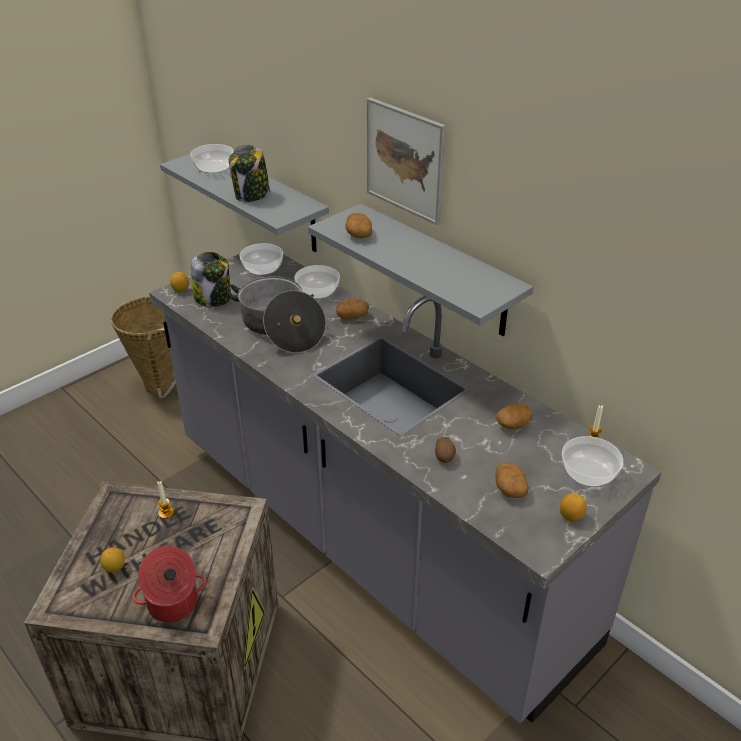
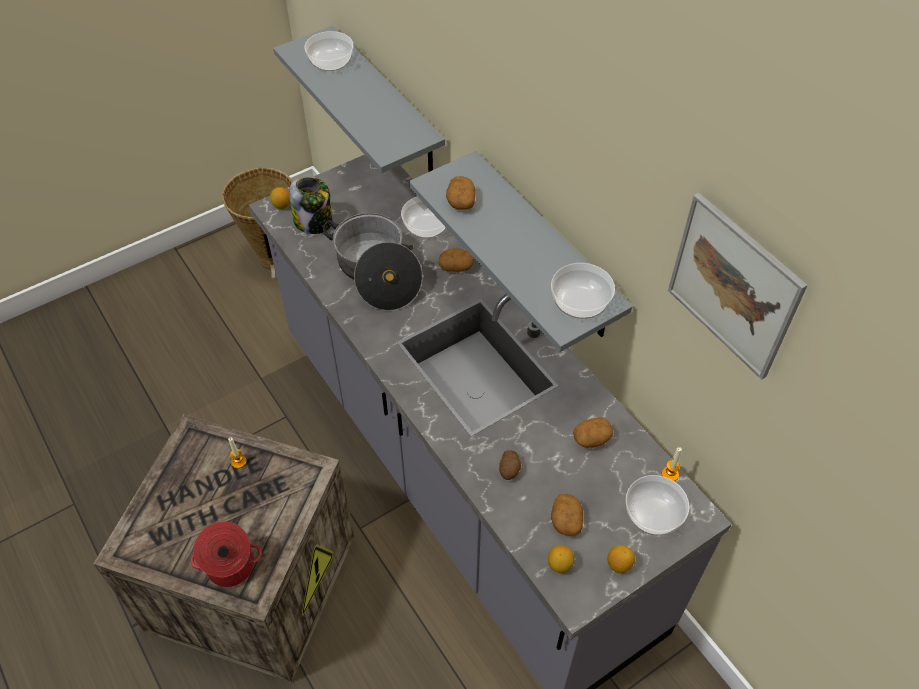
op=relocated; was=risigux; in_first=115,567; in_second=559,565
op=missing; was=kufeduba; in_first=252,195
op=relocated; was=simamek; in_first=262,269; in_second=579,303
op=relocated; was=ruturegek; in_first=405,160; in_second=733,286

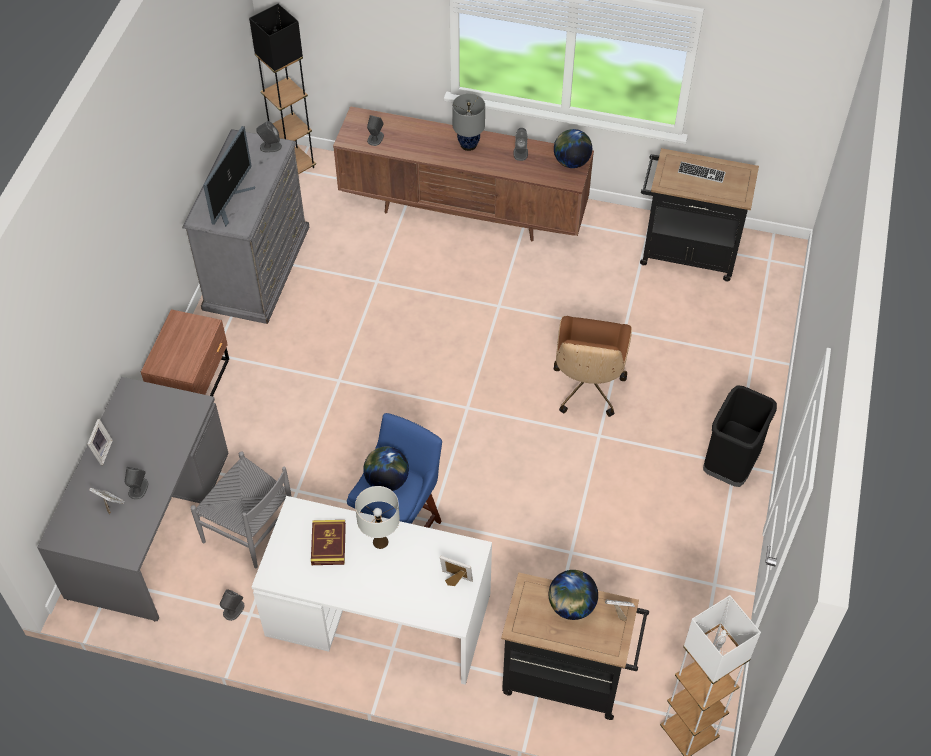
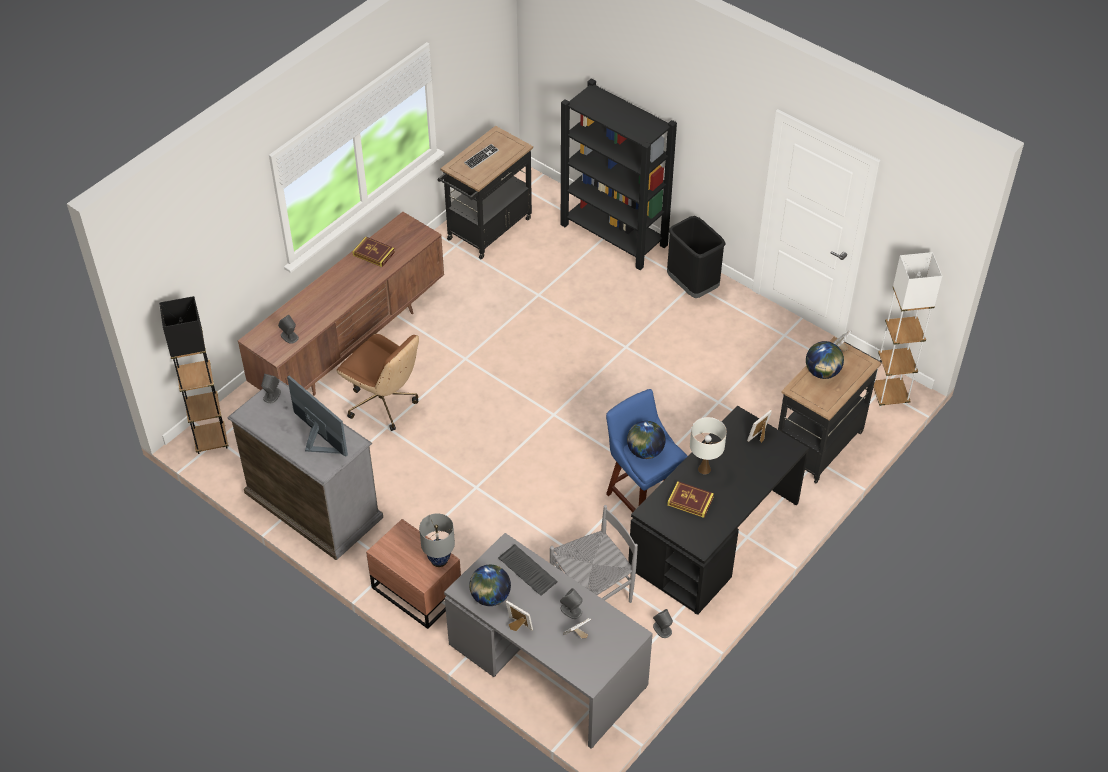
op=colour; was=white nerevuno; now=black nerevuno; in_first=378,616; in_second=714,536
op=relocated; was=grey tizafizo; in_first=468,145; in_second=439,560
op=exchanged; was=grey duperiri; now=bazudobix; in_first=520,153; in_second=374,253
op=relocated; was=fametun; in_first=571,162; in_second=490,596
op=relocated; was=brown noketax; in_first=587,390; in_second=384,406
op=appeared; now=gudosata; in_second=526,571
op=appeared; now=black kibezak; in_second=614,235

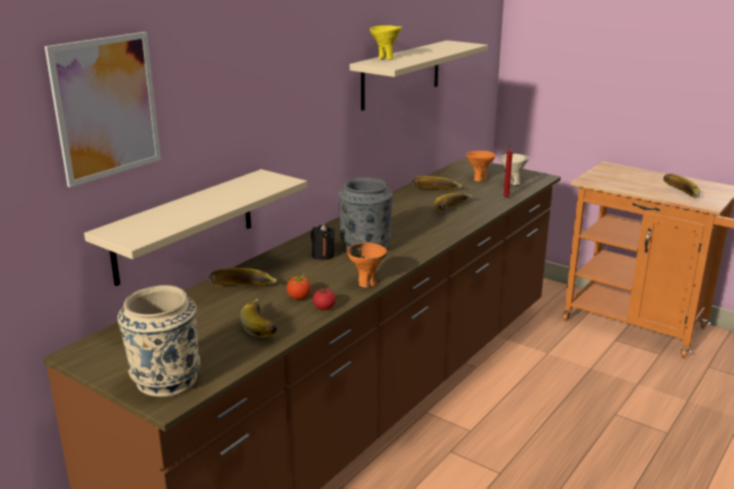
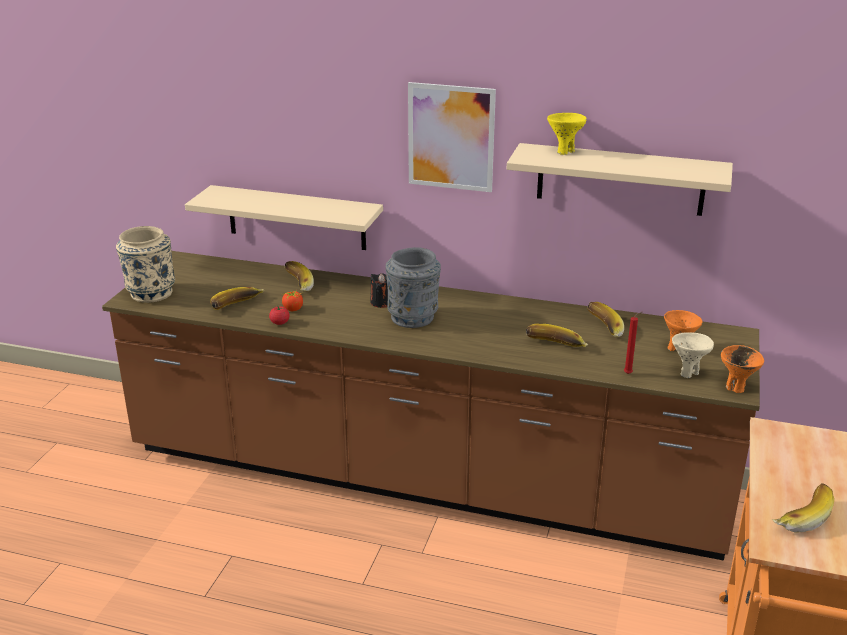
op=relocated; was=ruturegek; in_first=106,107; in_second=451,137
op=relocated; was=orange simamek; in_first=366,283; in_second=736,387

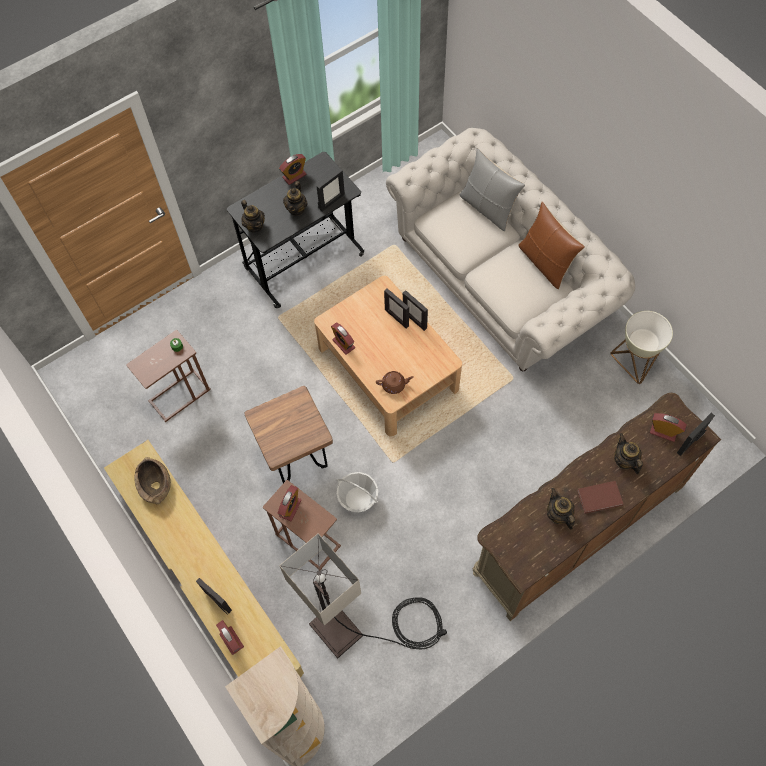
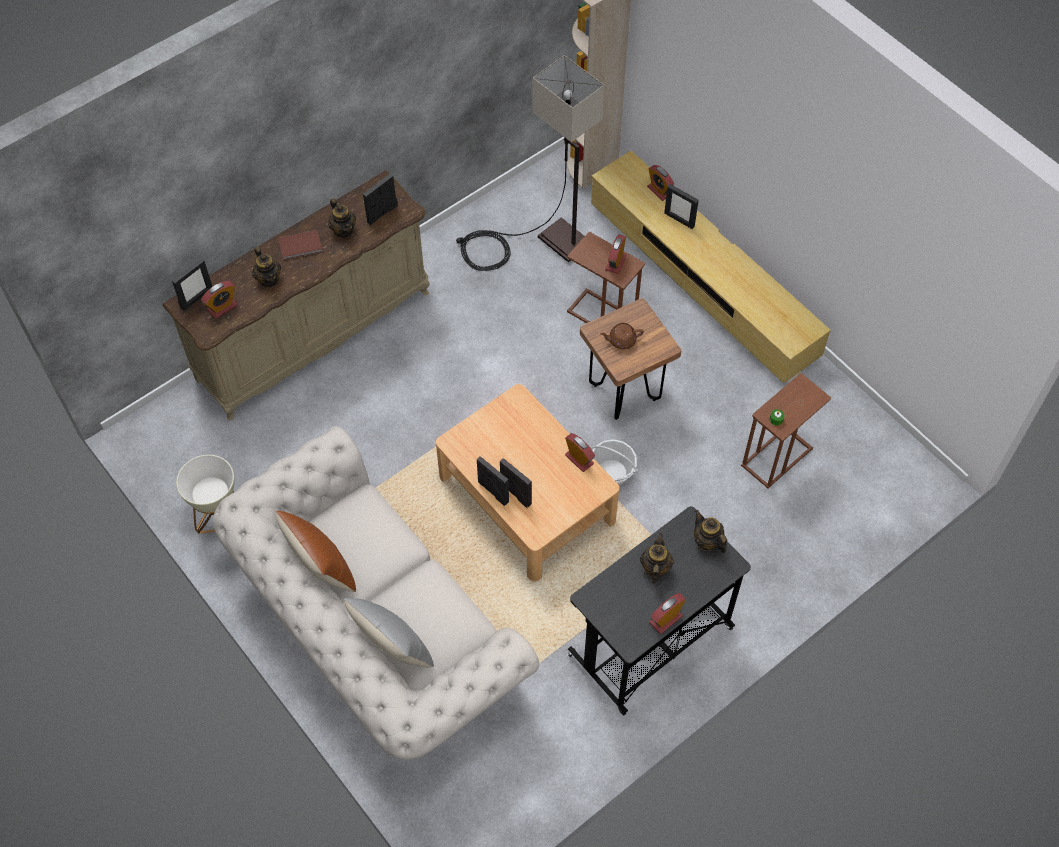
op=missing; was=brown simamek; in_first=155,485
op=relocated; was=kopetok; in_first=331,201; in_second=382,214
op=relocated; was=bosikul; in_first=358,499; in_second=612,473
op=relocated; was=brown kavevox; in_first=394,385; in_second=621,340
op=spun; was=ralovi; in_first=663,431; in_second=222,307; clockwise=-60

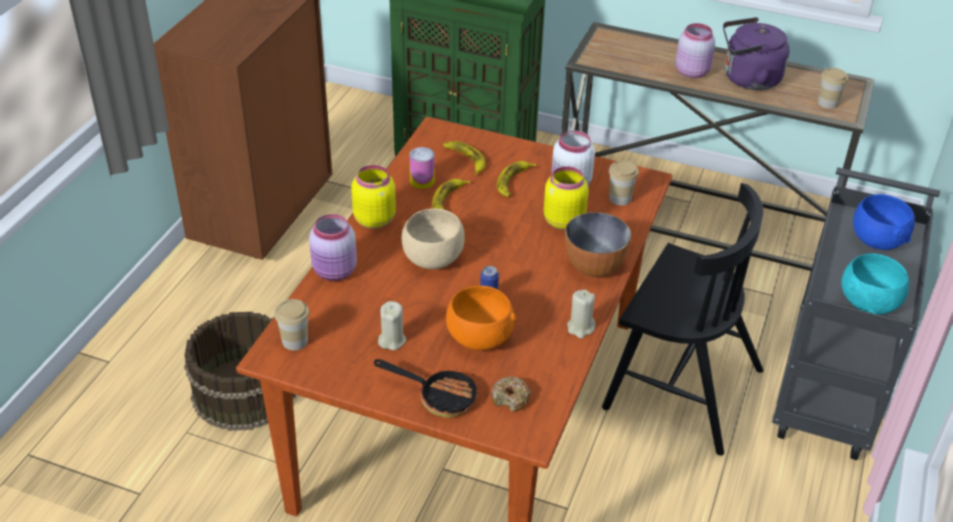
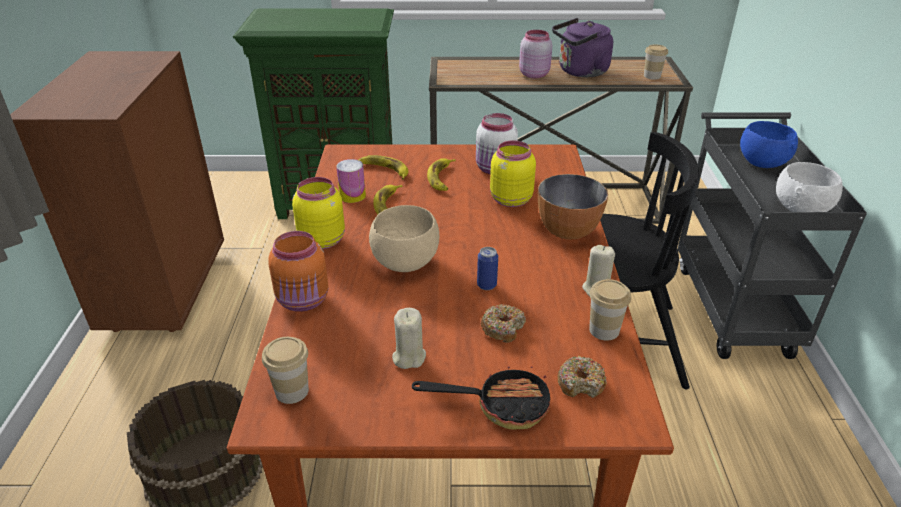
op=colour; was=pink kufeduba; now=orange kufeduba; in_first=335,272; in_second=304,301
op=exchanged; was=orange simamek; now=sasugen; in_first=478,338; in_second=502,328
op=relocated; was=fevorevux; in_first=620,198; in_second=604,330
op=colour; was=turquoise simamek; now=white simamek; in_first=869,303; in_second=801,209

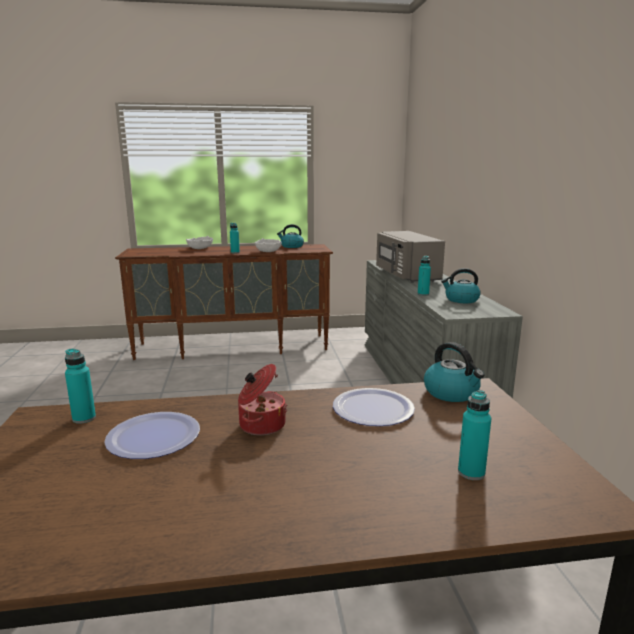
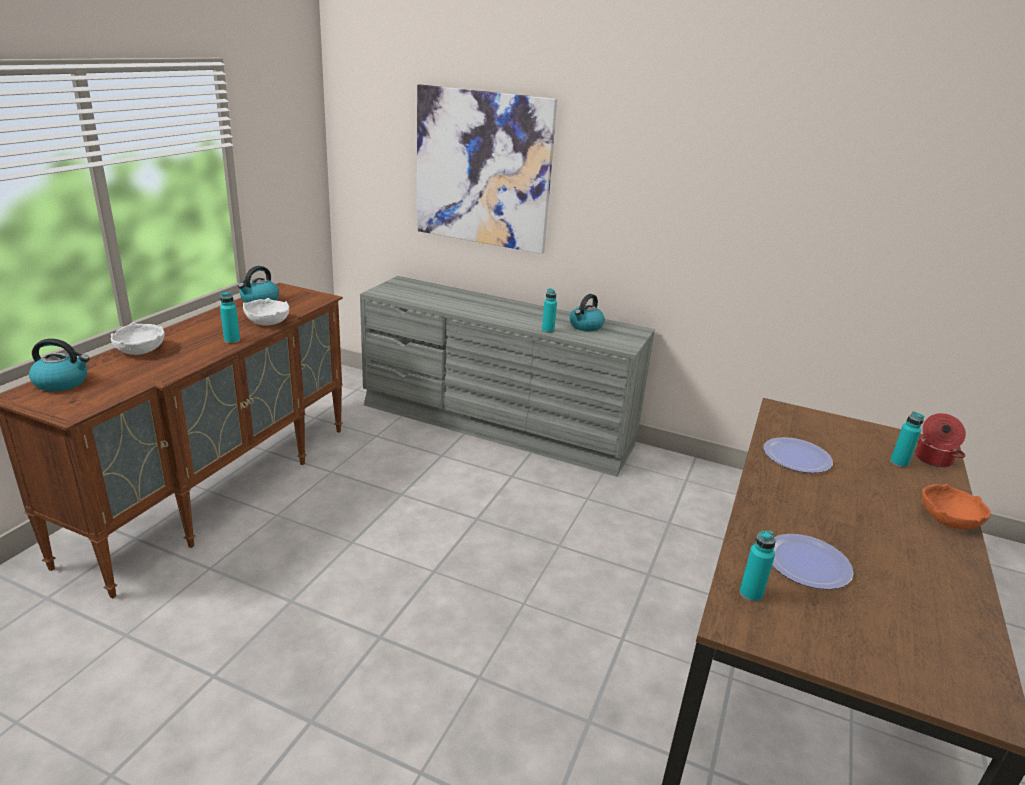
op=relocated; was=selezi; in_first=261,425; in_second=932,459
op=missing; was=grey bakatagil; in_first=406,275
op=relocated; was=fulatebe; in_first=452,393; in_second=62,382
op=appeared; now=ruturegek; in_second=483,169
op=appeared; now=orange simamek; in_second=949,520

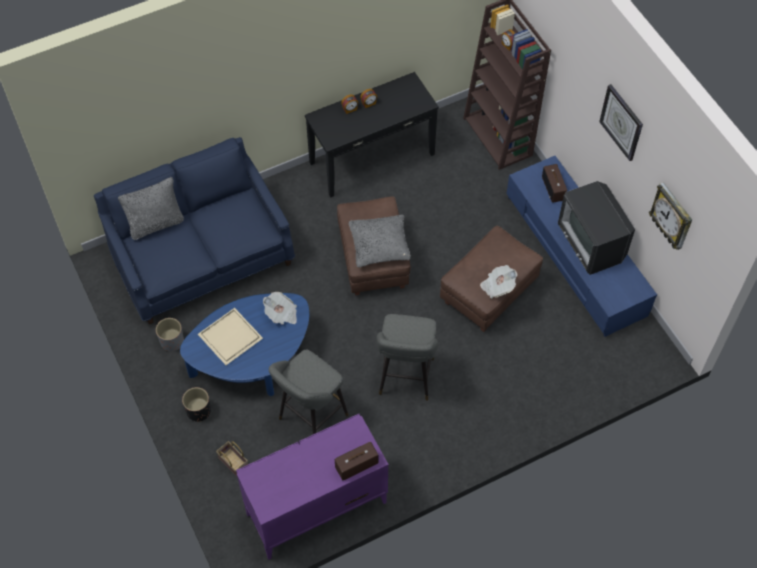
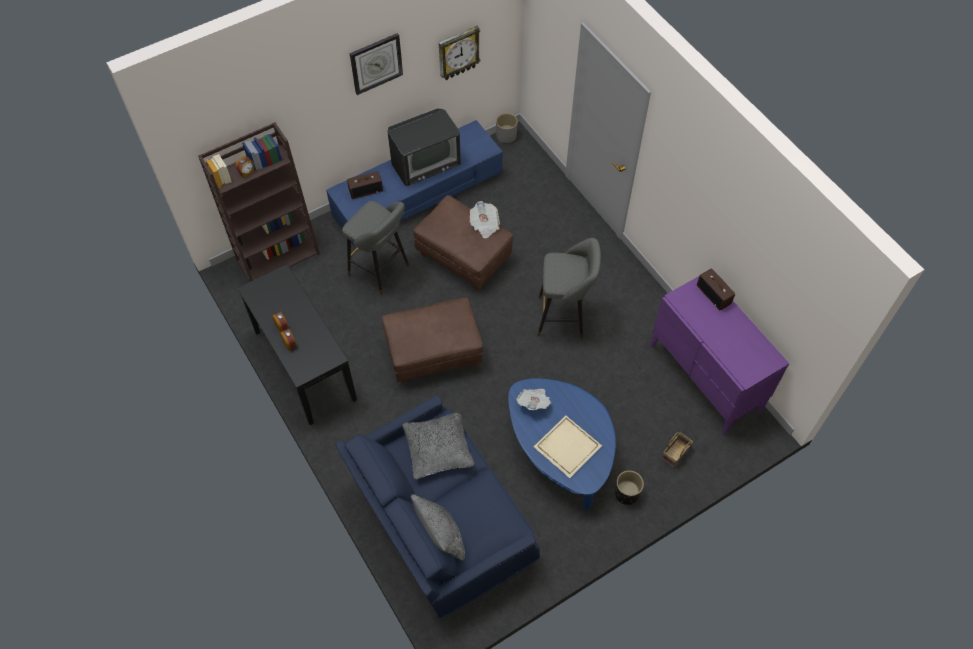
op=relocated; was=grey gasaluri; in_first=172,341; in_second=506,136
op=relocated; was=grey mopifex; in_first=310,419; in_second=381,271
op=relocated; was=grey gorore; in_first=380,245; in_second=438,448

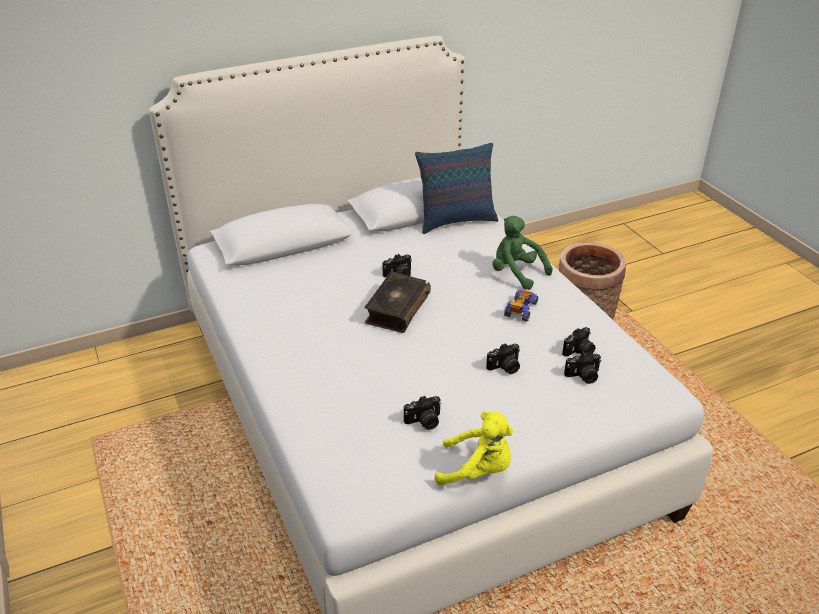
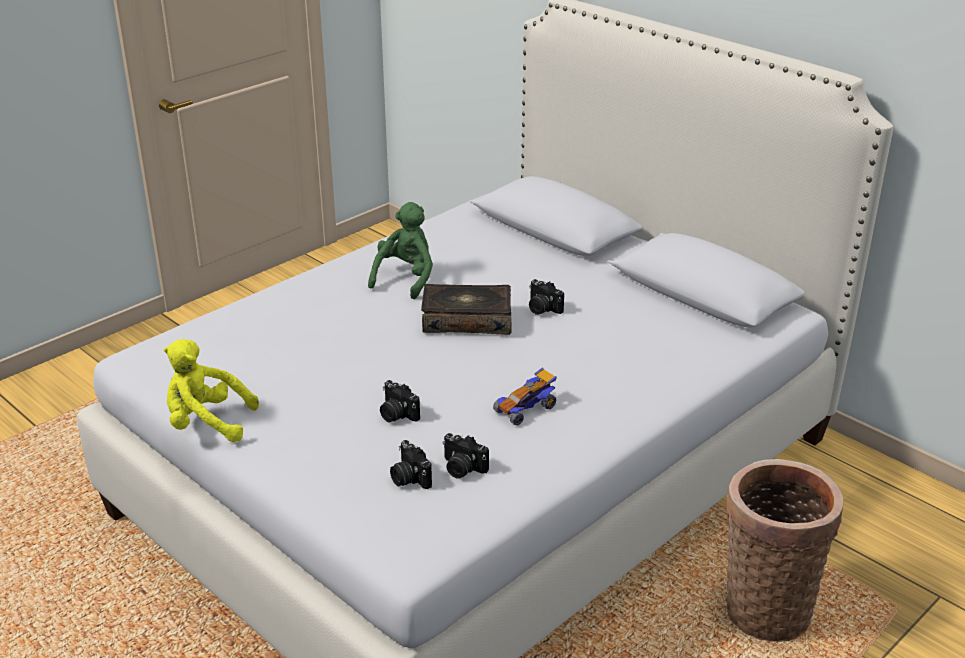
op=missing; was=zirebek; in_first=424,422
op=missing; was=blue gorore; in_first=456,221
op=spun; was=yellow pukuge; in_first=477,470; in_second=207,423; clockwise=105
op=relocated; was=green pukuge; in_first=516,273; in_second=405,278
op=spun; was=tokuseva; in_first=521,311; in_second=525,408; clockwise=135

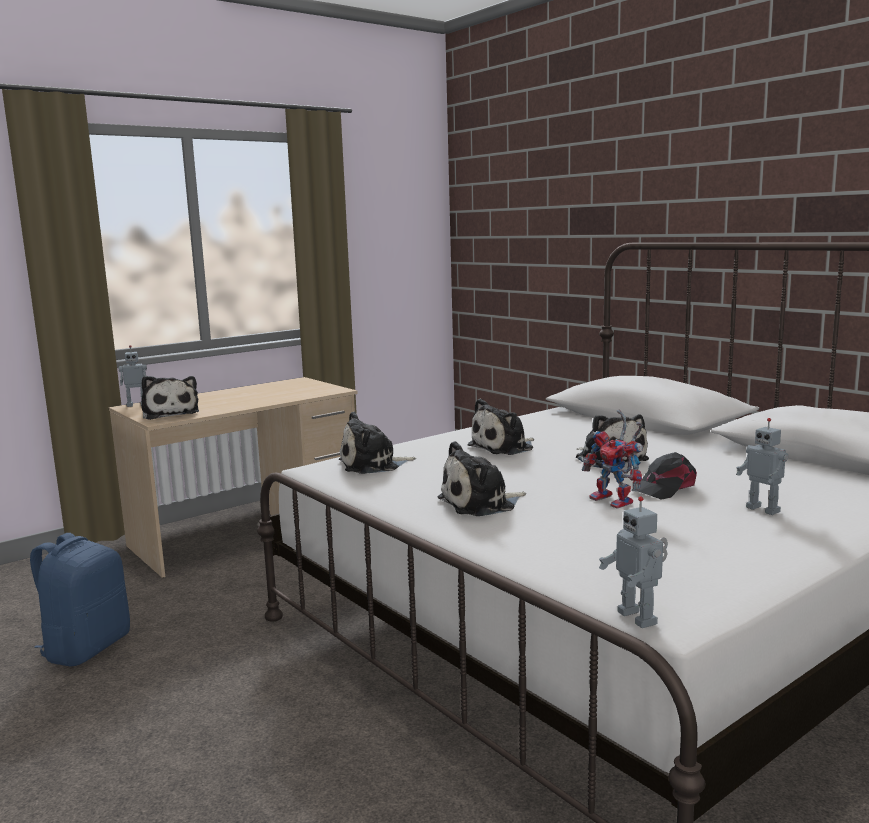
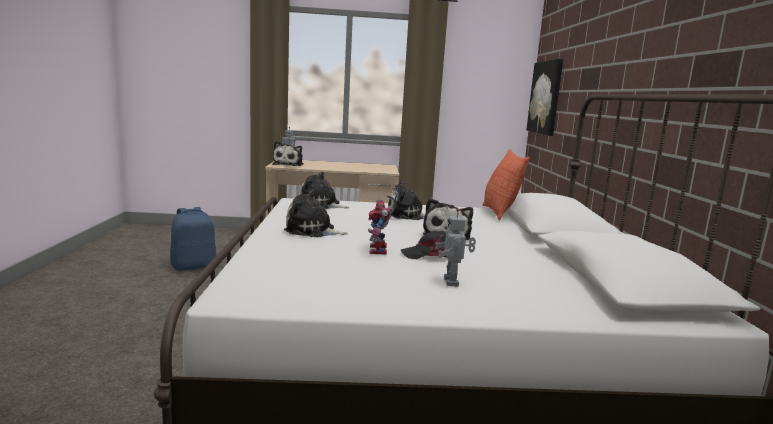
op=missing; was=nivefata; in_first=639,617
op=appeared; now=orange gorore; in_second=500,213
op=appeared; now=ruturegek; in_second=546,97

